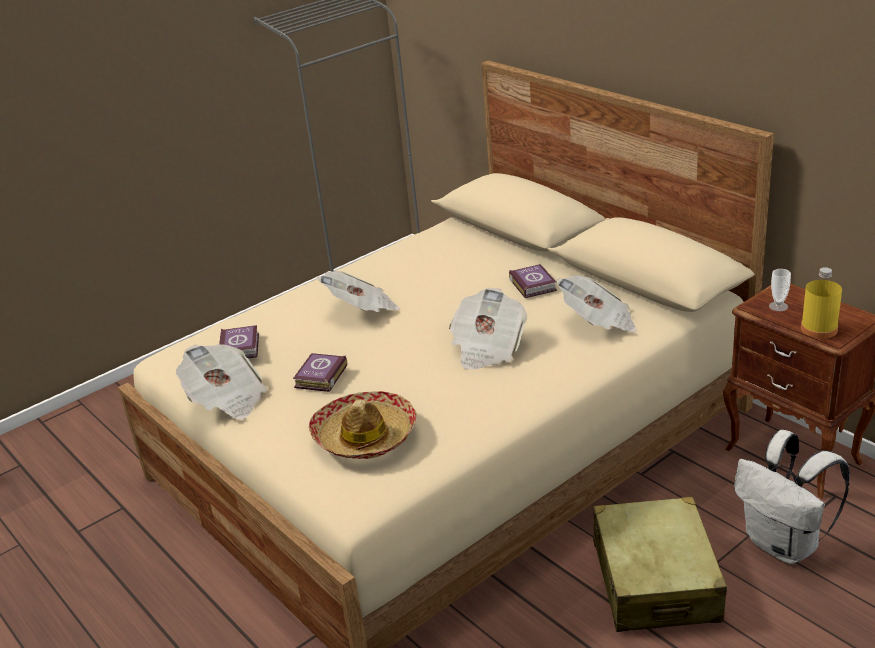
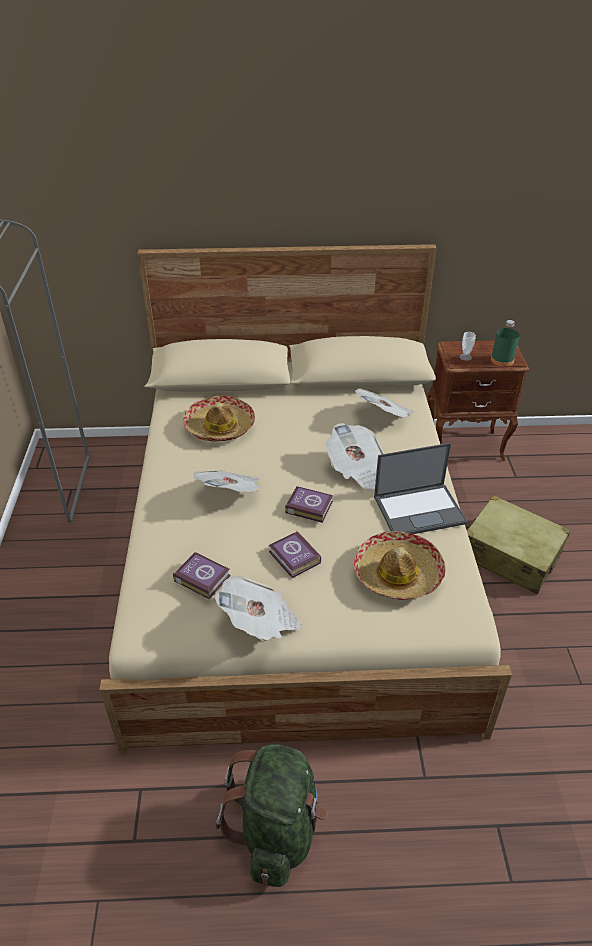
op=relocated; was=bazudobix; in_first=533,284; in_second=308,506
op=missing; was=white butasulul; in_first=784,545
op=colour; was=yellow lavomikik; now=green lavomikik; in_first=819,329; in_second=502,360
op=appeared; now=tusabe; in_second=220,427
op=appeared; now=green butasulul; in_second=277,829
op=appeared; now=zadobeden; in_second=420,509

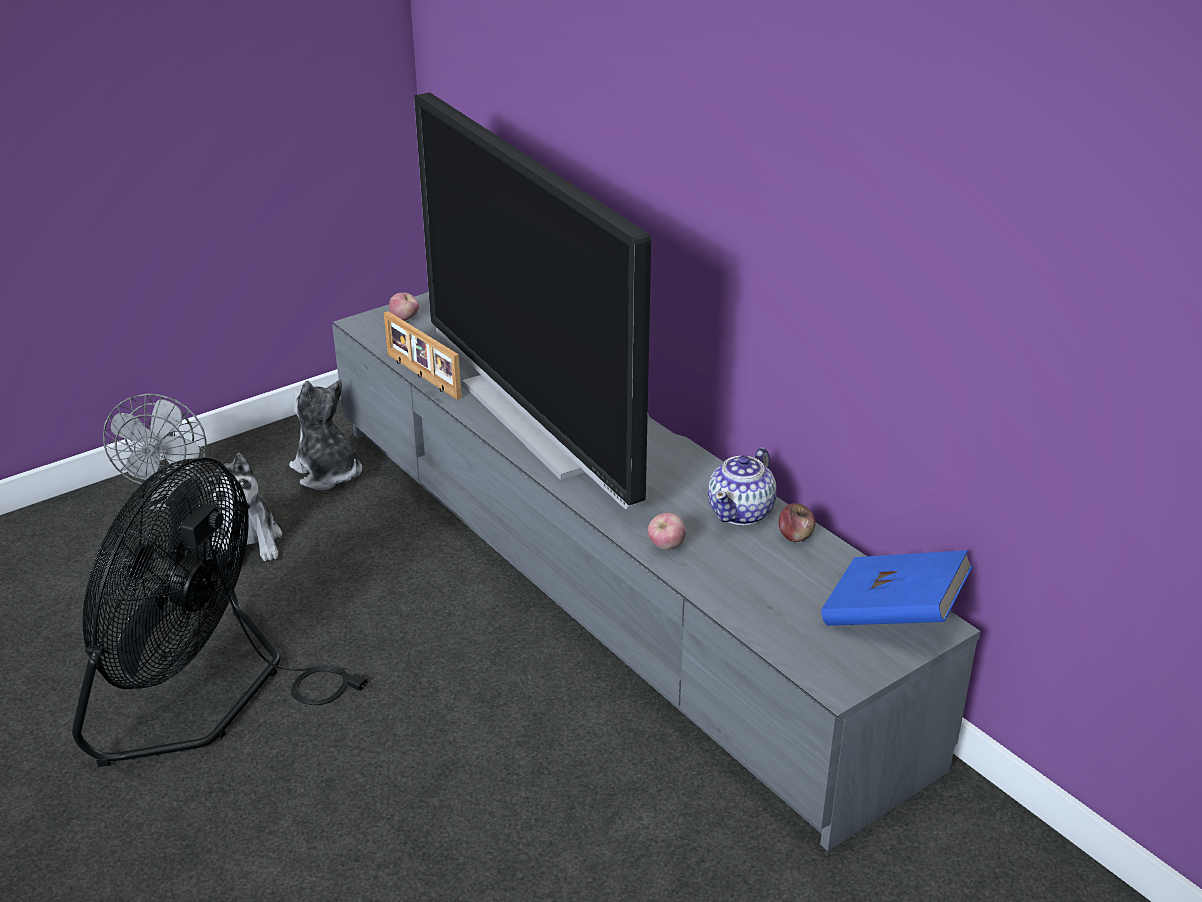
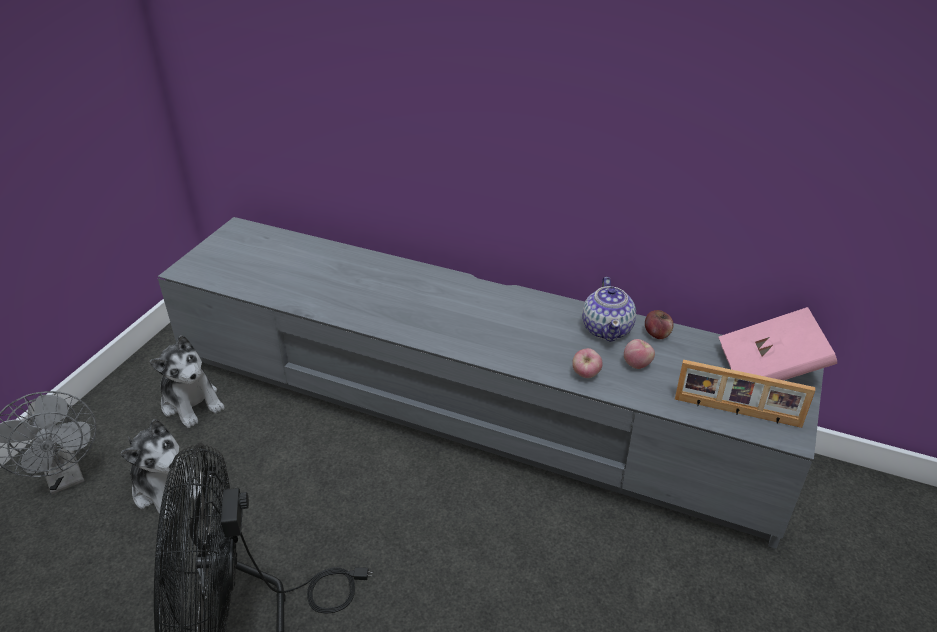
op=spun; was=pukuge; in_first=328,473; in_second=192,402; clockwise=-150
op=relocated; was=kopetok; in_first=422,376; in_second=737,413
op=relocated; was=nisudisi; in_first=405,319; in_second=637,364
op=missing; was=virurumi; in_first=538,421
op=colour; was=blue bazudobix; now=pink bazudobix; in_first=892,616; in_second=769,369

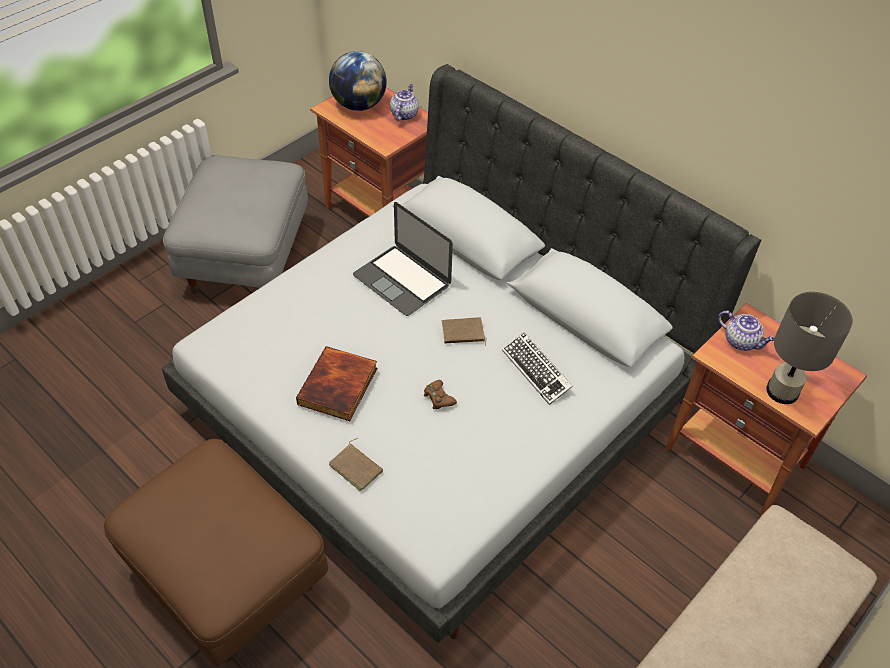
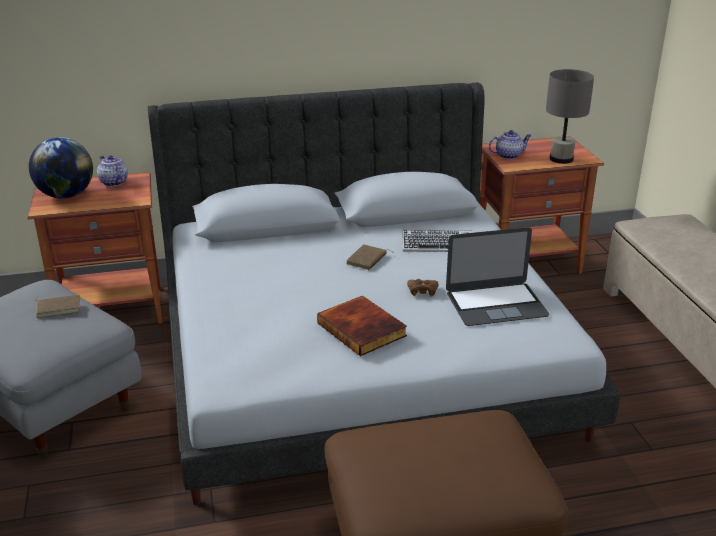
op=relocated; was=brown bazudobix; in_first=357,467; in_second=59,307
op=relocated; was=zadobeden; in_first=402,280; in_second=496,304

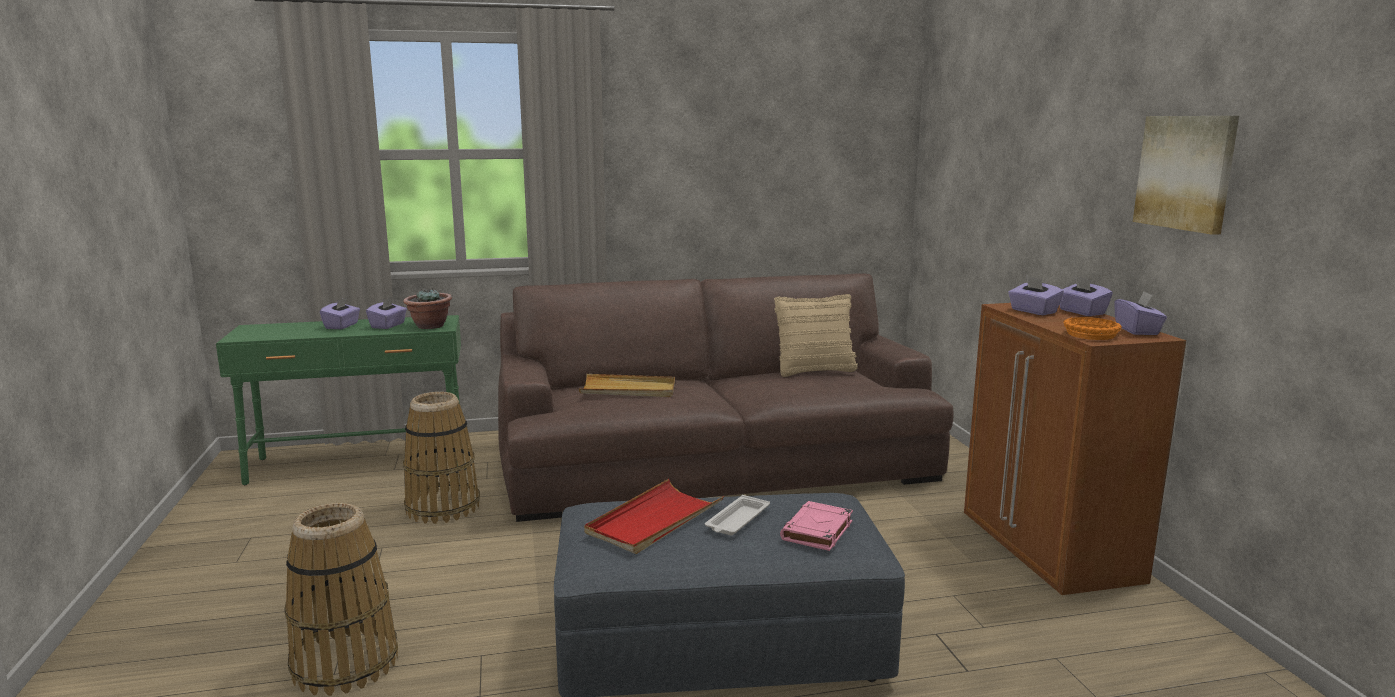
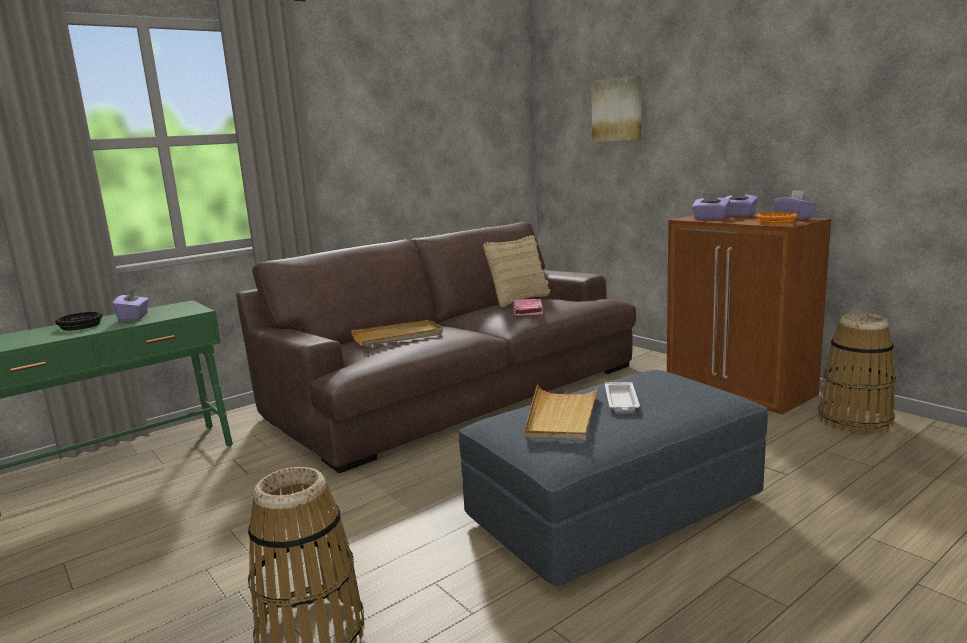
op=exchanged; was=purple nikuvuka; now=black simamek; in_first=342,326; in_second=80,326
op=missing; was=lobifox; in_first=430,326
op=relocated; was=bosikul; in_first=443,507; in_second=854,420
op=colour; was=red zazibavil; now=beige zazibavil; in_first=654,521; in_second=561,416
op=relocated; was=pink bazudobix; in_first=817,531; in_second=528,310
op=relocated; was=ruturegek; in_first=1186,172; in_second=617,109

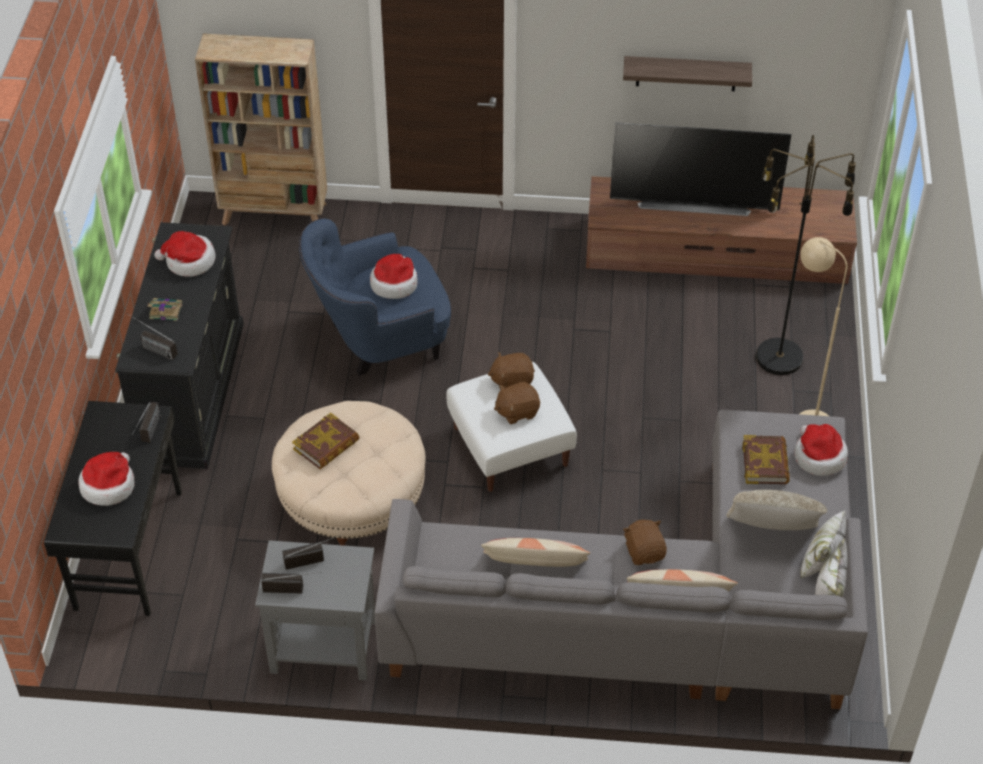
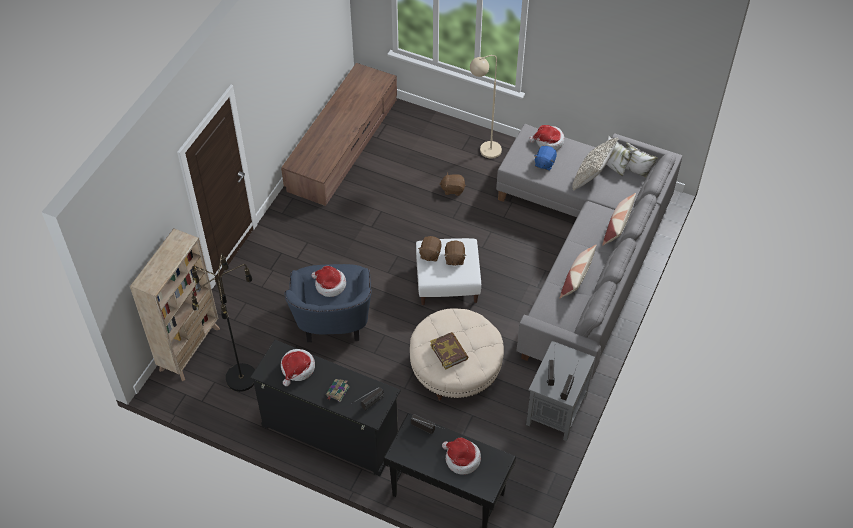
op=missing; was=virurumi; in_first=694,202
op=missing; was=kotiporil; in_first=686,73
op=relocated; was=brown pukuge; in_first=644,552; in_second=453,189
op=exchanged; was=bazudobix; now=blue pukuge; in_first=765,463; in_second=544,163
op=relocated; was=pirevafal; in_first=779,357; in_second=241,377

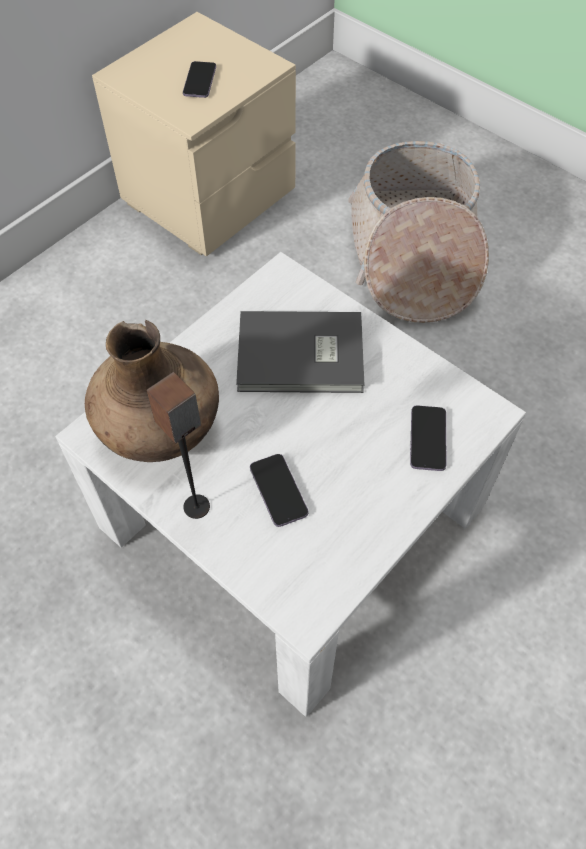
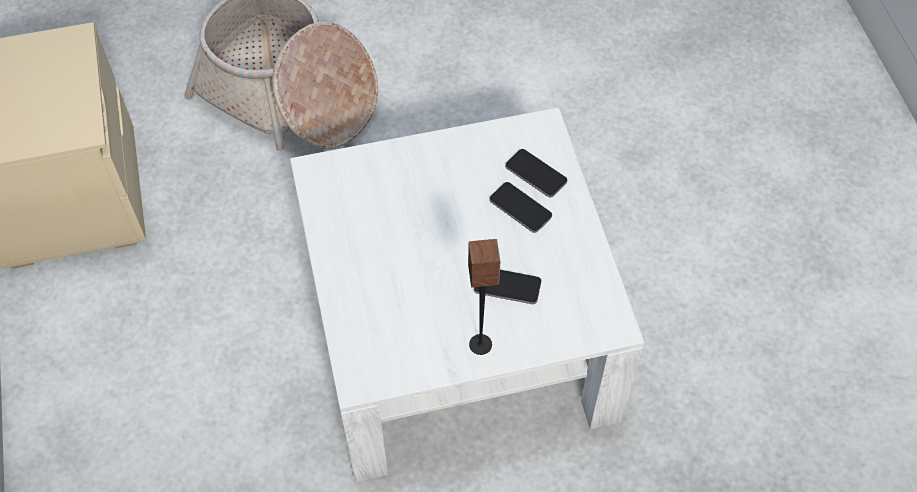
op=missing; was=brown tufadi; in_first=161,429
op=relocated; was=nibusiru; in_first=200,81; in_second=520,208
op=missing; was=grey bazudobix; in_first=302,357

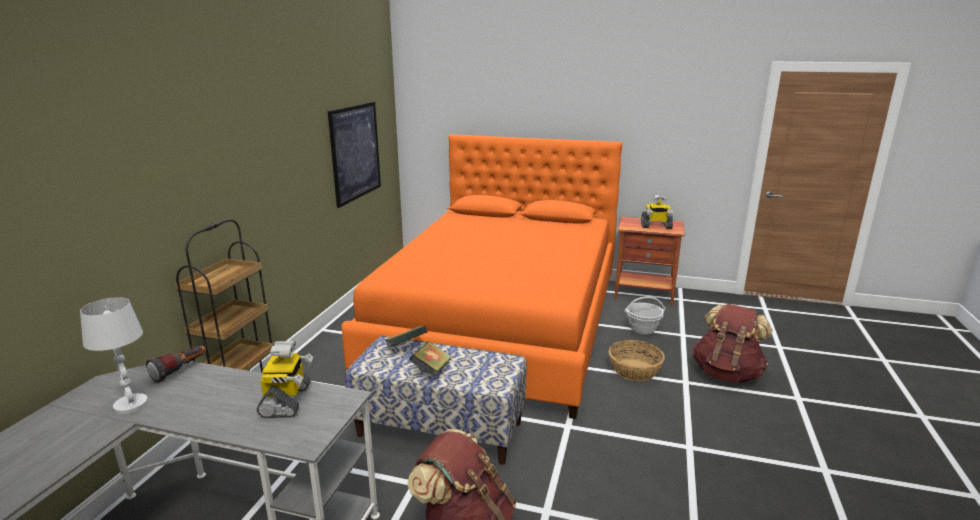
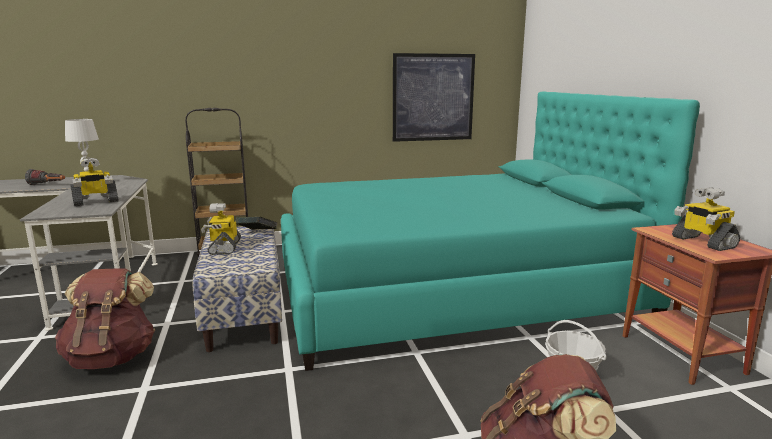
op=relocated; was=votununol; in_first=181,371; in_second=48,185
op=colour; was=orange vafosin; now=turquoise vafosin; in_first=501,323; in_second=451,291
op=exchanged; was=bazudobix; now=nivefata; in_first=431,371; in_second=224,247
op=missing; was=bosikul; in_first=634,370

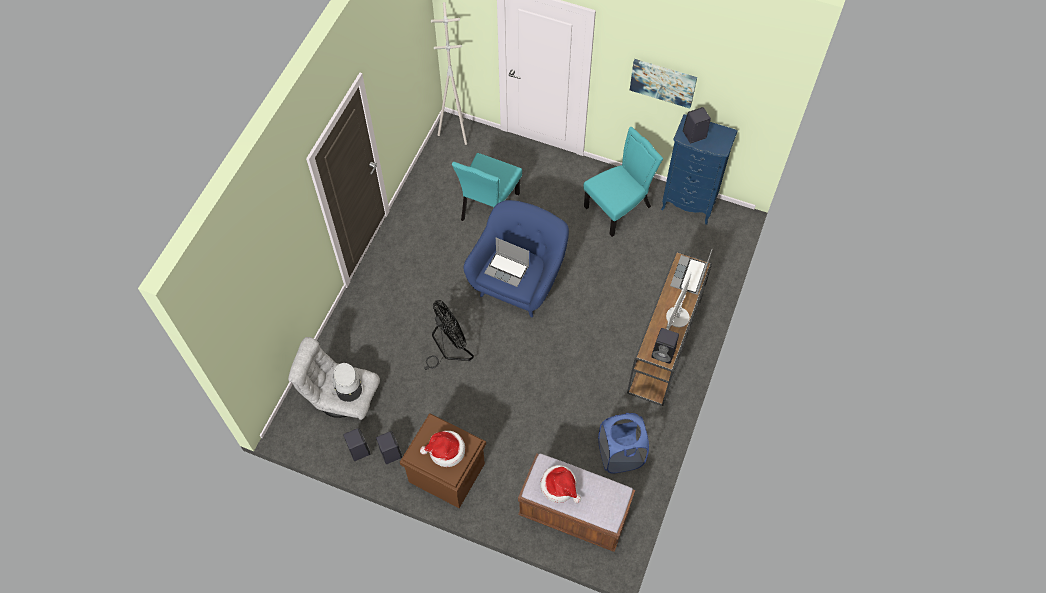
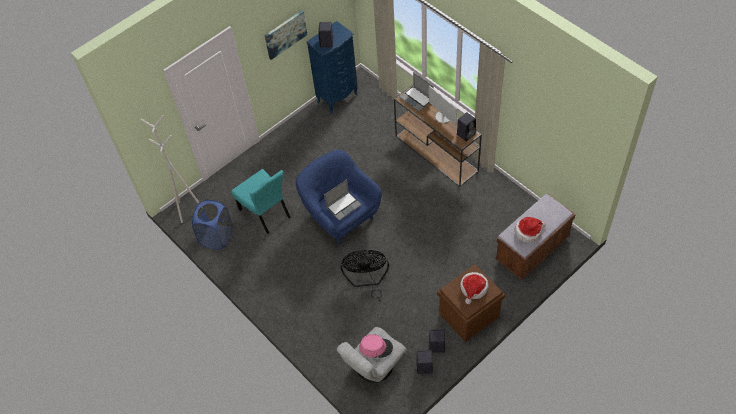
op=colour; was=grey tusabe; now=pink tusabe; in_first=347,384; in_second=376,347
op=missing; was=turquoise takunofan; in_first=617,209
op=relocated; was=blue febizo; in_first=620,455; in_second=217,237

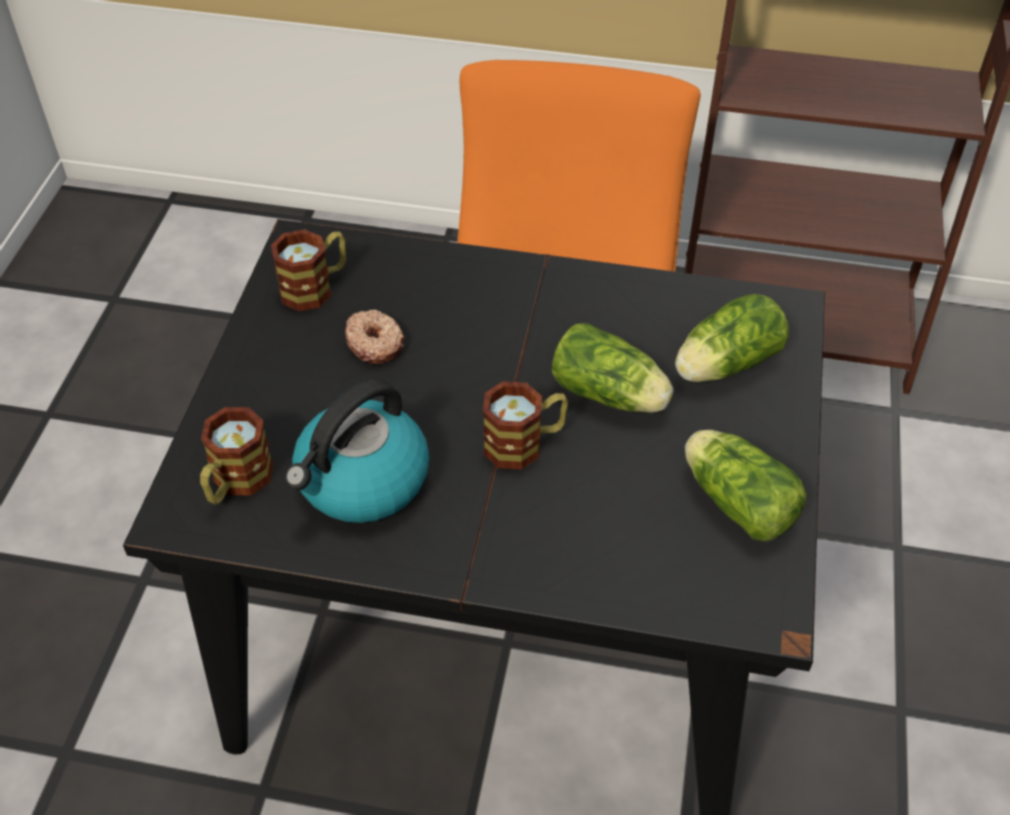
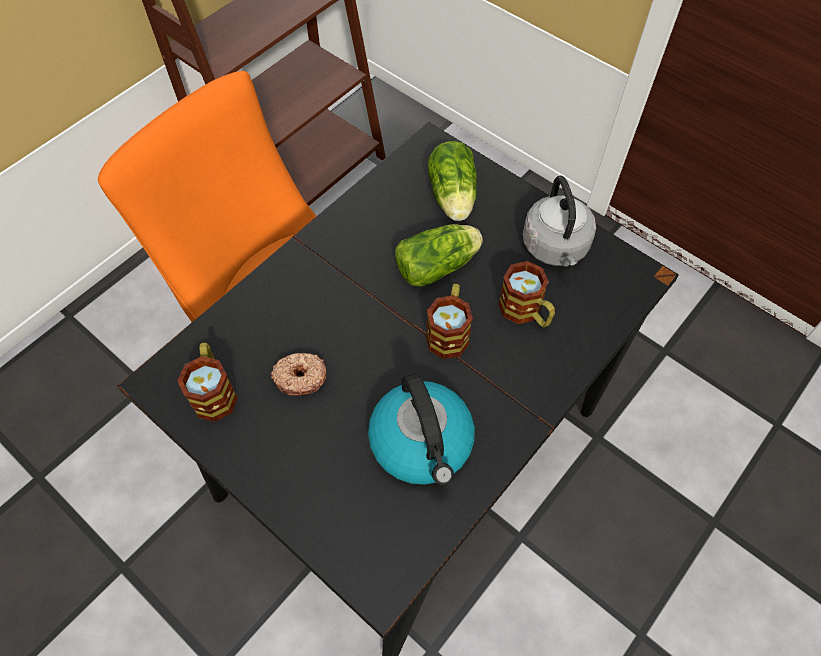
op=relocated; was=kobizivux; in_first=236,482; in_second=525,312
op=exchanged; was=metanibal; now=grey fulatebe; in_first=735,500; in_second=555,248

